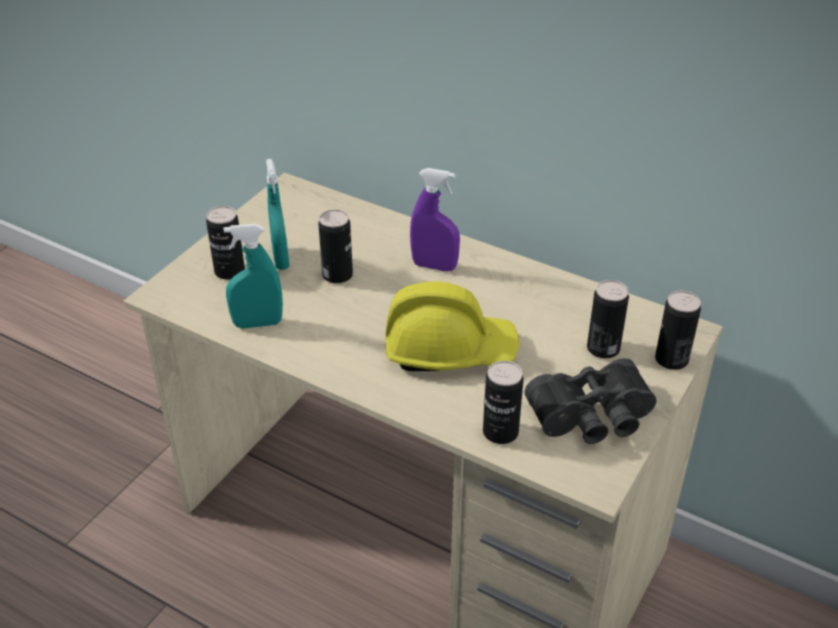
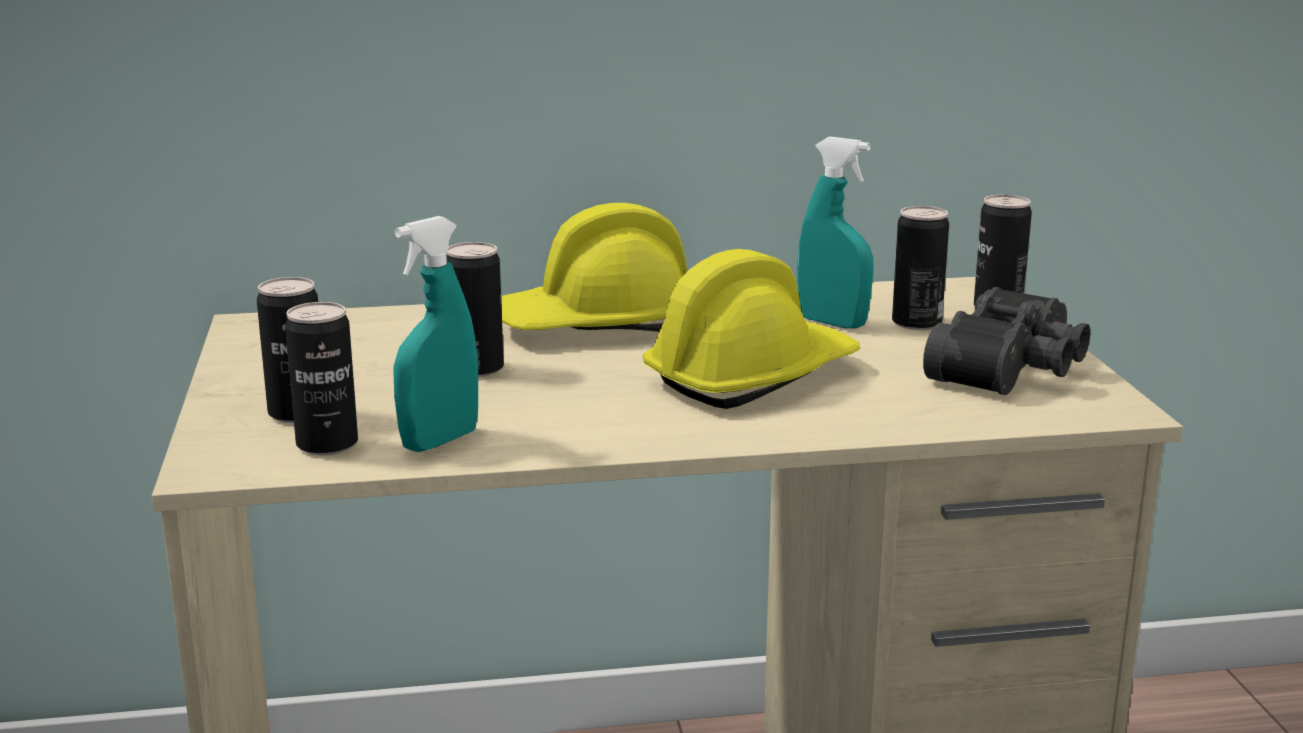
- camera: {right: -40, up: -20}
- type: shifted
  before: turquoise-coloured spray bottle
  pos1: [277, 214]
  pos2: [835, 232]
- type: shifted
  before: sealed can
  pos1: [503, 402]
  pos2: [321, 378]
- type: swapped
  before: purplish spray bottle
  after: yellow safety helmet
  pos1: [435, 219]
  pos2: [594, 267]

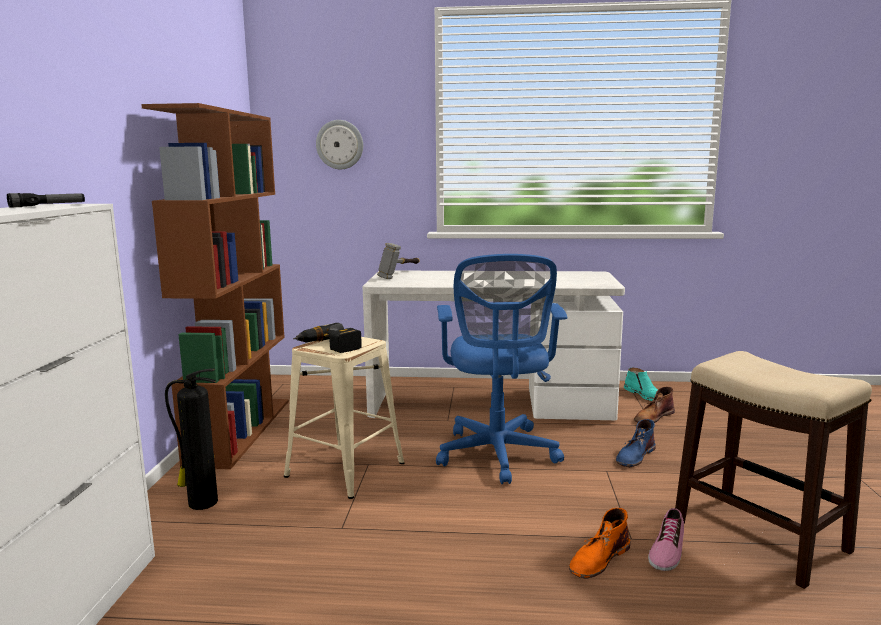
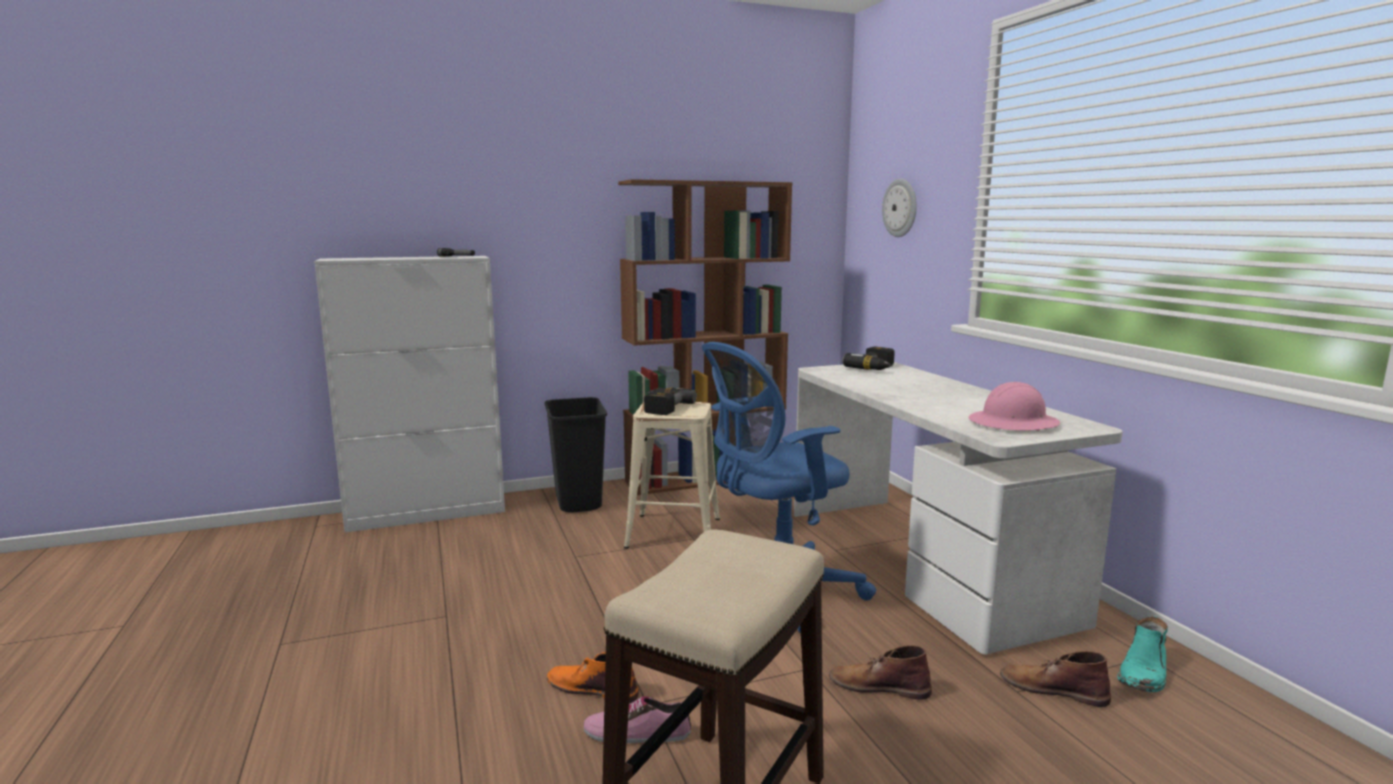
- camera: {right: 65, up: 0}
- type: new
  after: pink safety helmet
  pos2: [1014, 406]
- type: swapped
  before: fire extinguisher
  after: blackish rubbish bin
  pos1: [191, 439]
  pos2: [576, 455]
- type: swapped
  before: hammer
  after: power drill
  pos1: [398, 261]
  pos2: [868, 358]
- type: repainted
  before: bluish tall boot
  after: brown-coloured tall boot
  pos1: [636, 443]
  pos2: [880, 672]

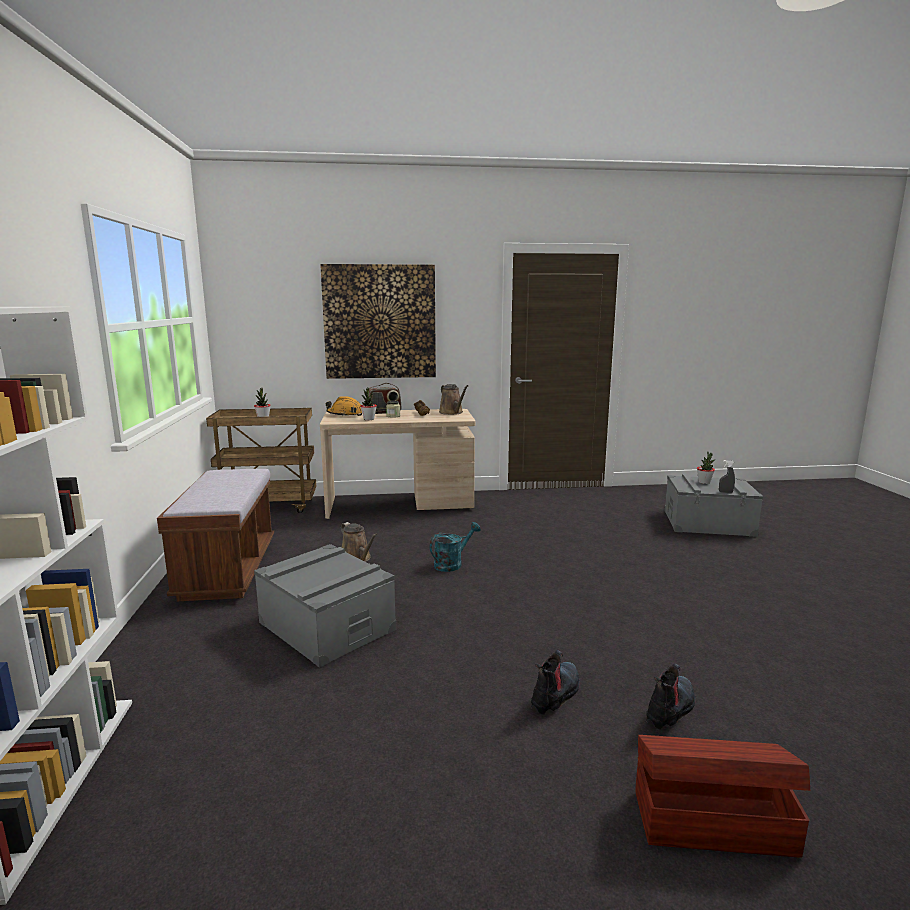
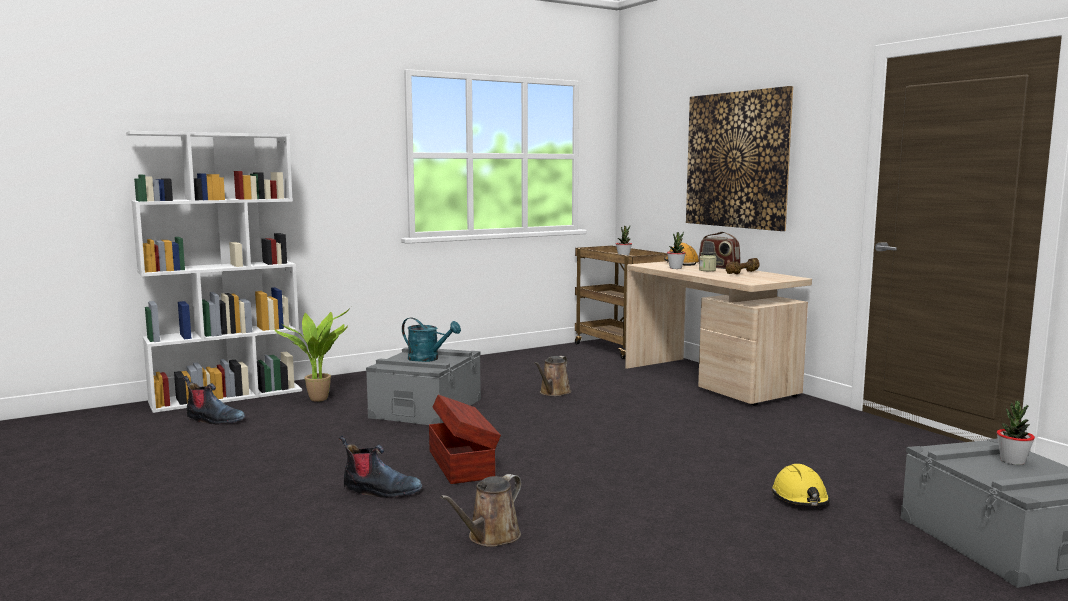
- camera: {right: 65, up: -5}
- type: gone
  before: brown-coloured bench
  pos1: [215, 535]
- type: gone
  before: grey spray bottle
  pos1: [727, 476]
- type: new
  after: houseplant
  pos2: [312, 354]
- type: new
  after: yellow safety helmet
  pos2: [801, 485]
- type: shifted
  before: turquoise-coloured watering pot
  pos1: [455, 547]
  pos2: [431, 339]
- type: shifted
  before: brown-coloured watering pot
  pos1: [453, 399]
  pos2: [480, 510]
- type: shifted
  before: brown-coloured storage container
  pos1: [722, 796]
  pos2: [465, 439]
- type: shifted
  before: tall boot
  pos1: [671, 696]
  pos2: [214, 400]

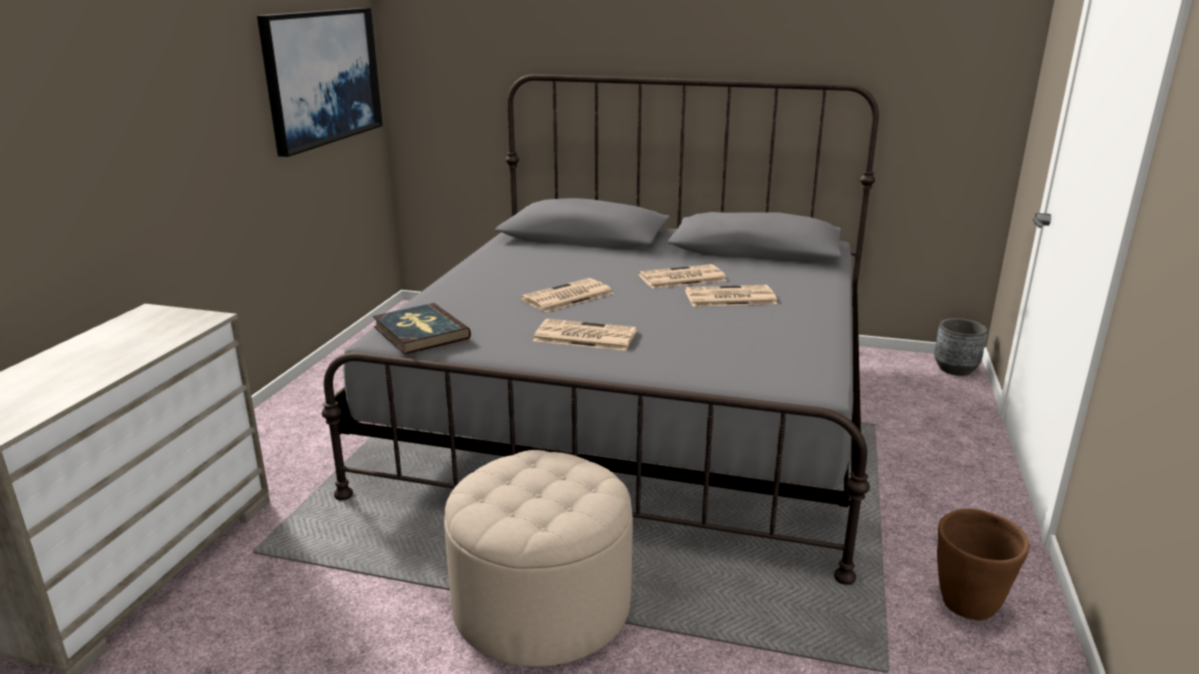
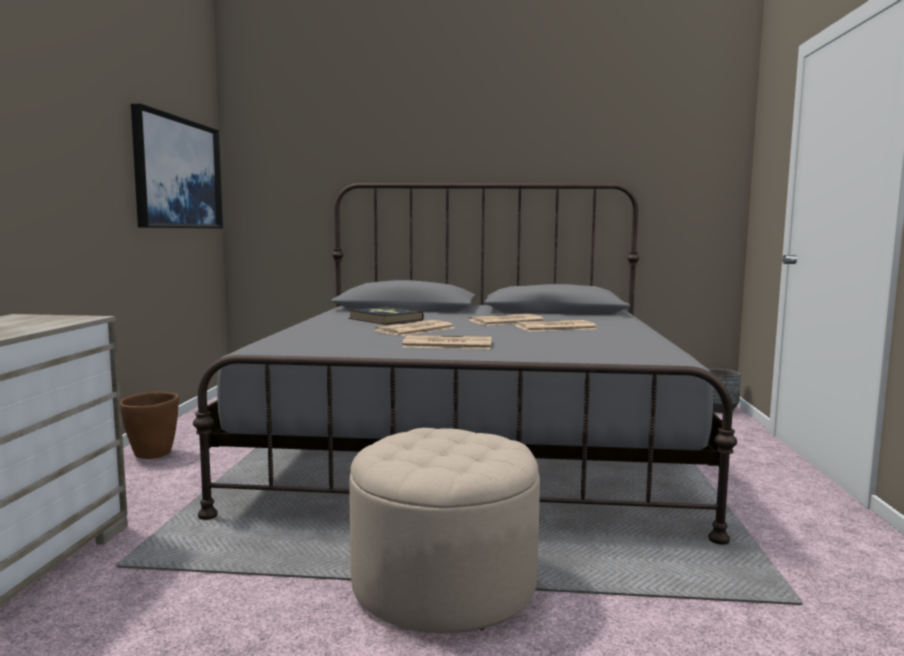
- camera: {right: -10, up: -15}
- type: shifted
  before: bound book
  pos1: [422, 329]
  pos2: [386, 316]
- type: shifted
  before: brown-coloured planter
  pos1: [983, 565]
  pos2: [149, 425]

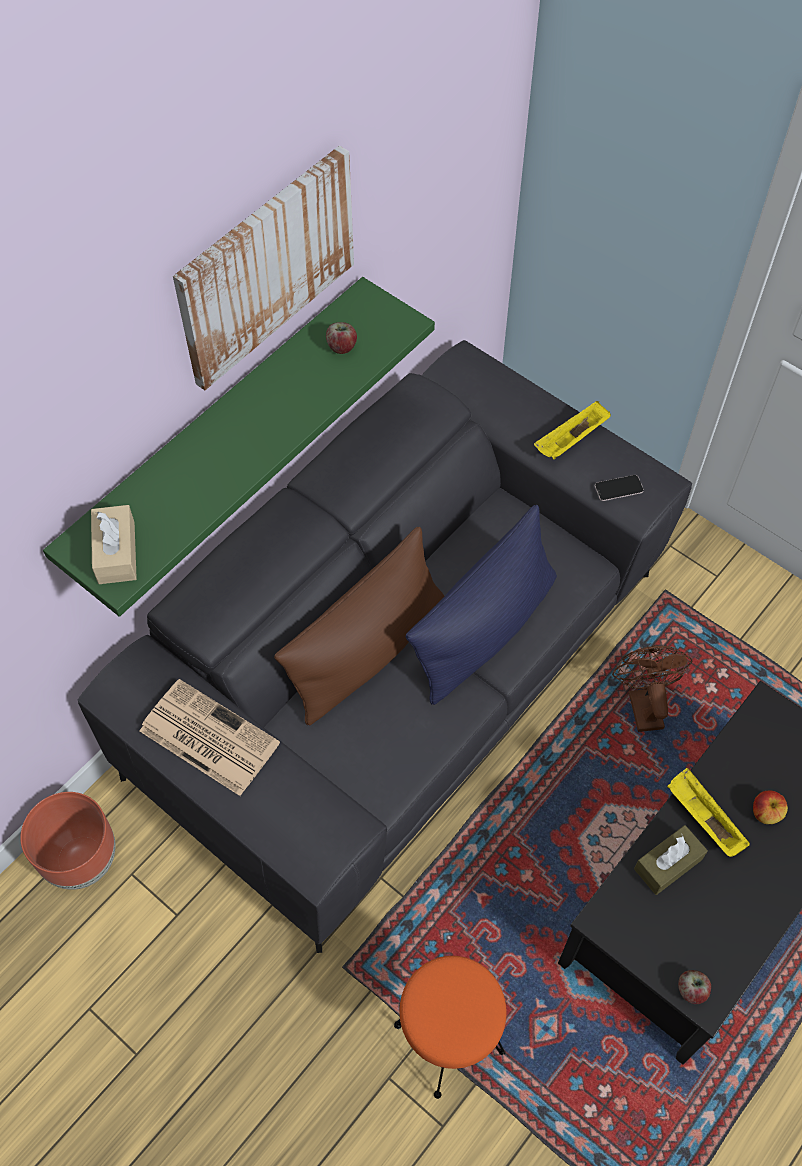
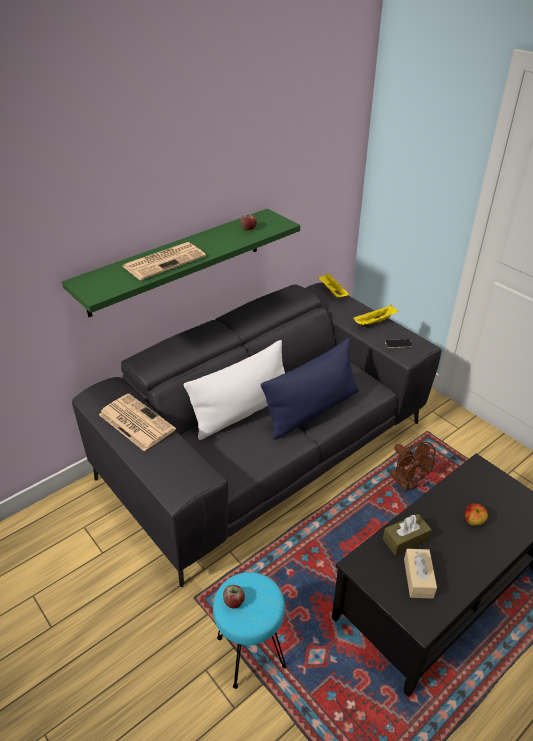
- camera: {right: 10, up: -20}
- type: gone
  before: brown-coloured planter
  pos1: [67, 841]
- type: gone
  before: wall picture
  pos1: [263, 268]
- type: new
  after: printed paper
  pos2: [164, 261]
- type: shifted
  before: sand-coloured tissue holder
  pos1: [114, 544]
  pos2: [420, 574]
- type: shifted
  before: yellow serving tray
  pos1: [708, 812]
  pos2: [334, 285]
- type: shifted
  before: apple fruit
  pos1: [694, 987]
  pos2: [234, 597]
- type: repainted
  before: brown-coloured cushion
  after: white-coloured cushion
  pos1: [359, 626]
  pos2: [234, 390]
- type: repainted
  before: orangey stool seat
  after: turquoise-coloured stool seat
  pos1: [450, 1027]
  pos2: [250, 630]
- type: rotated
  before: brown-coloured cooling fan
  pos1: [652, 688]
  pos2: [412, 467]
  turn: 150

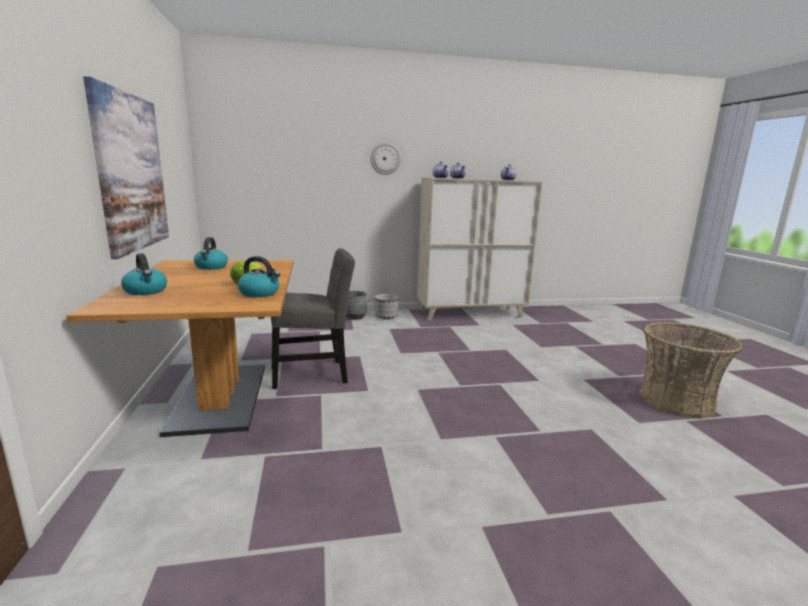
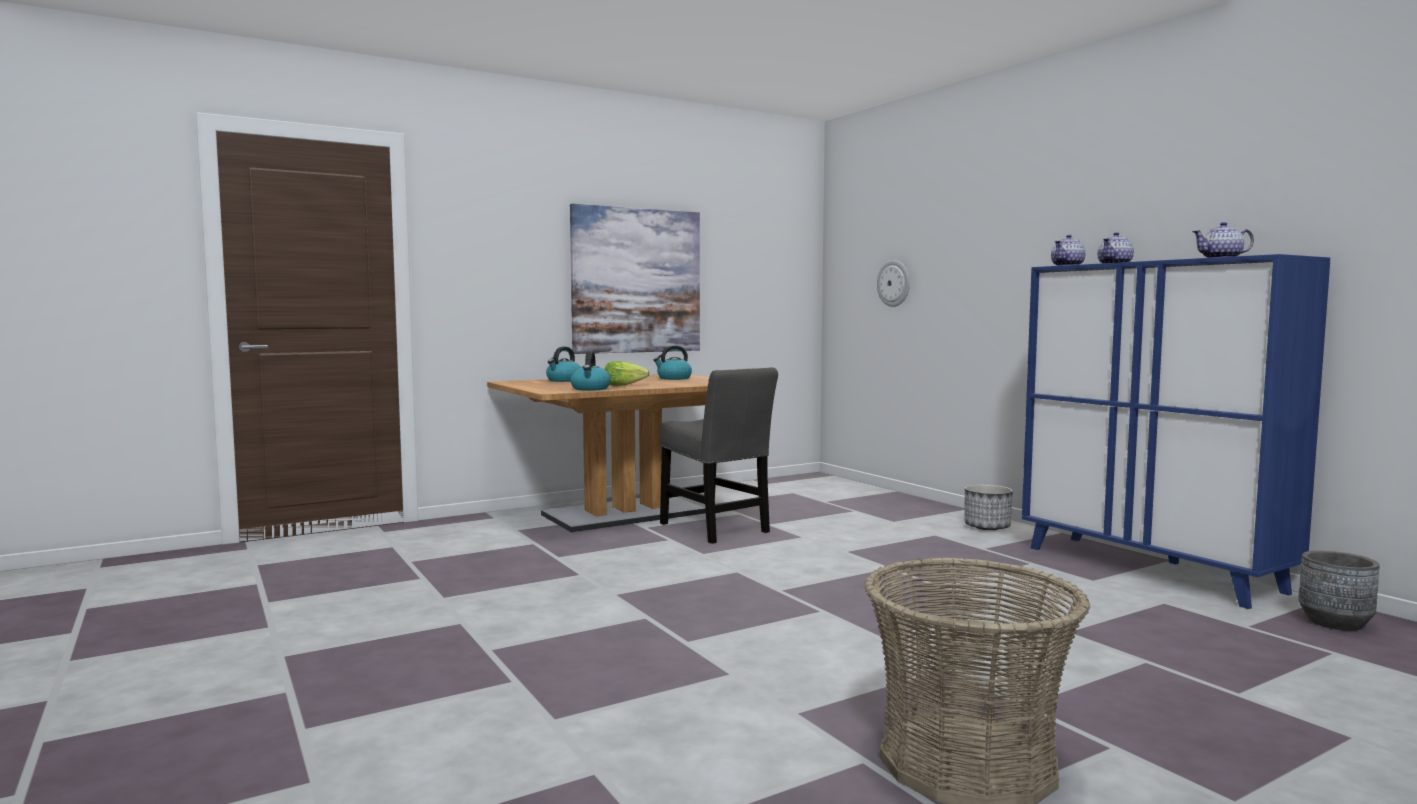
- camera: {right: 70, up: -10}
- type: shifted
  before: grey planter
  pos1: [356, 305]
  pos2: [1339, 591]
- type: shifted
  before: clock on the wall
  pos1: [385, 159]
  pos2: [893, 283]
- type: repainted
  before: sand-coloured storage cabinet
  after: bluish storage cabinet
  pos1: [479, 249]
  pos2: [1176, 431]

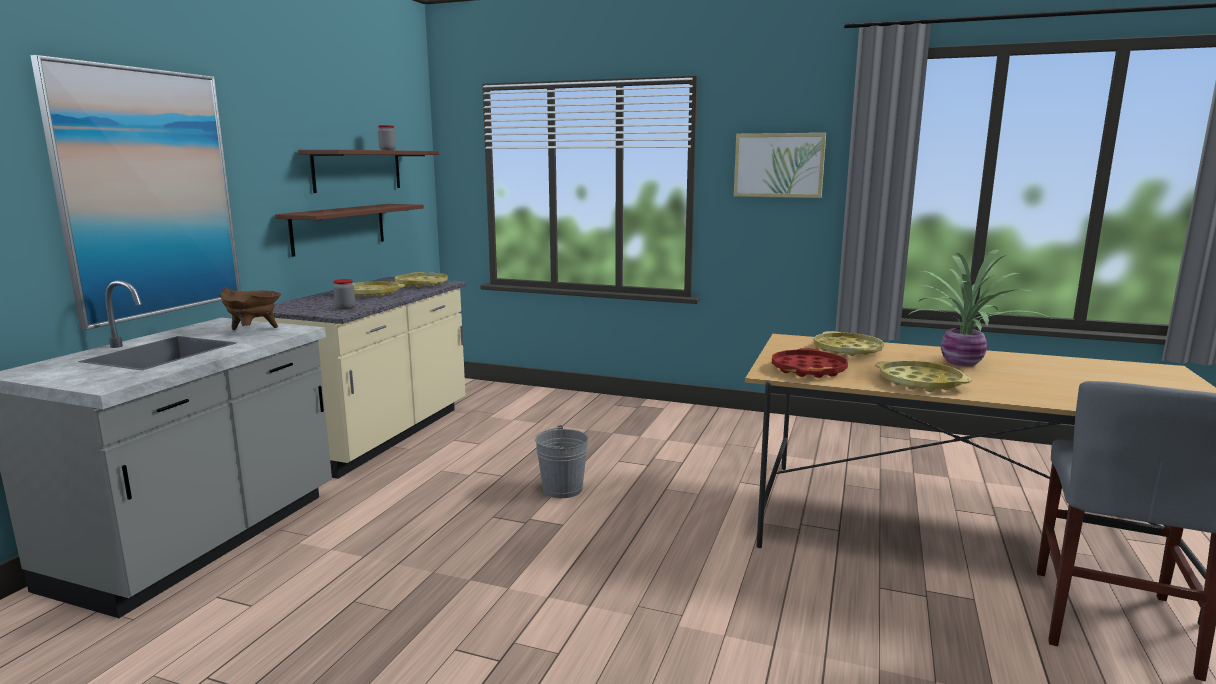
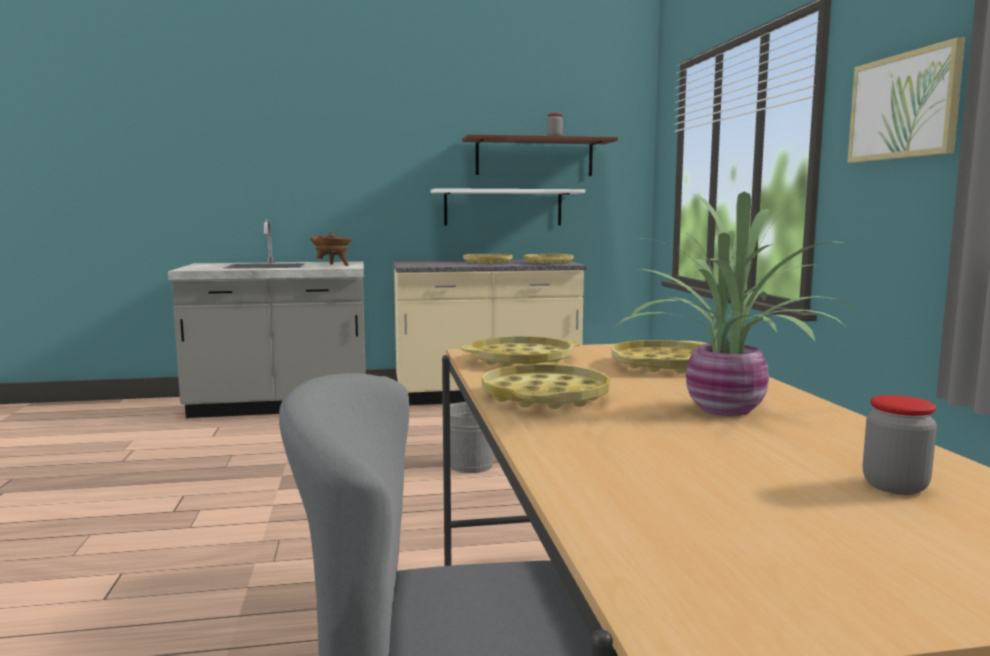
- camera: {right: 60, up: -5}
- type: gone
  before: wall picture
  pos1: [135, 192]
- type: shifted
  before: preserve jar
  pos1: [344, 294]
  pos2: [900, 445]
- type: repainted
  before: brown-coloured shelf
  after: white-coloured shelf
  pos1: [349, 230]
  pos2: [508, 207]
- type: repainted
  before: reddish serving tray
  after: yellow serving tray
  pos1: [810, 363]
  pos2: [520, 351]

